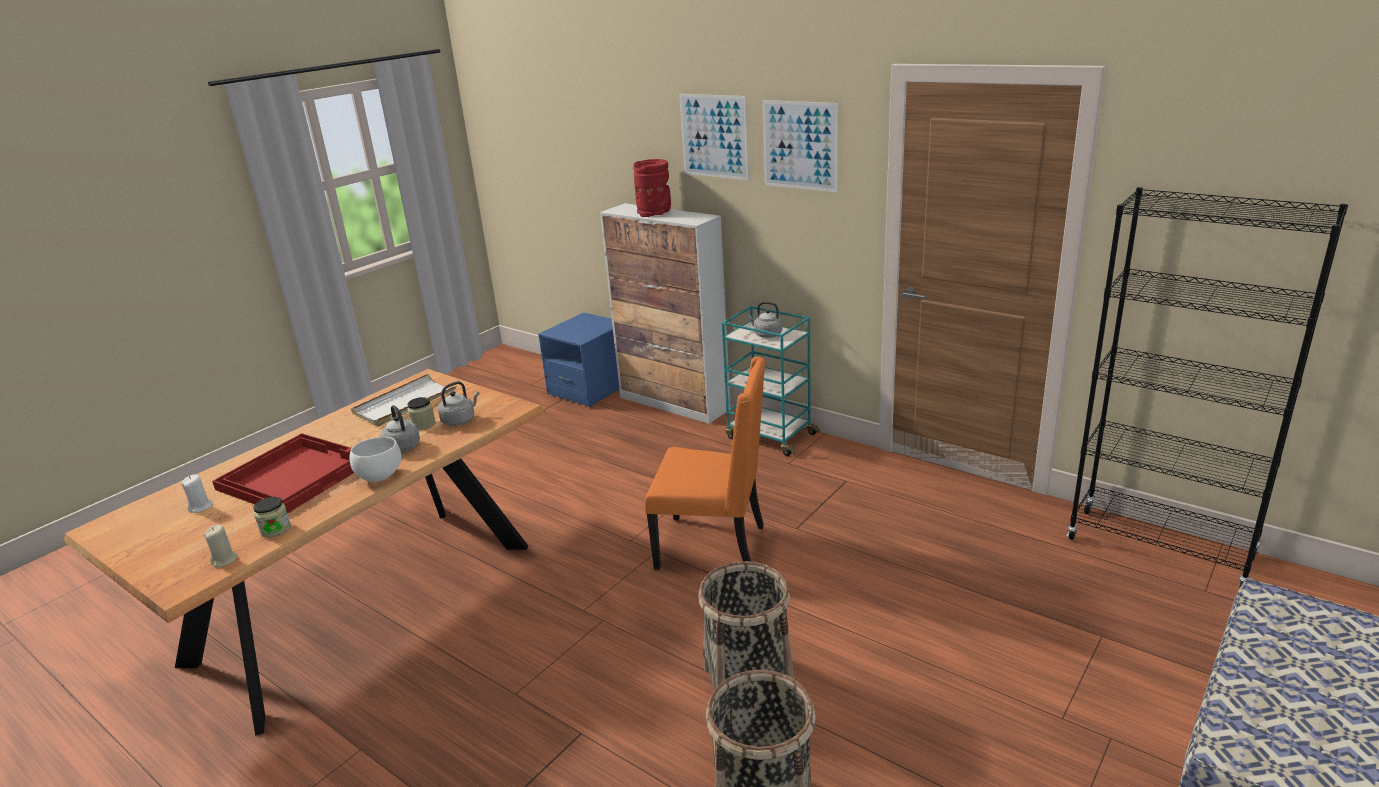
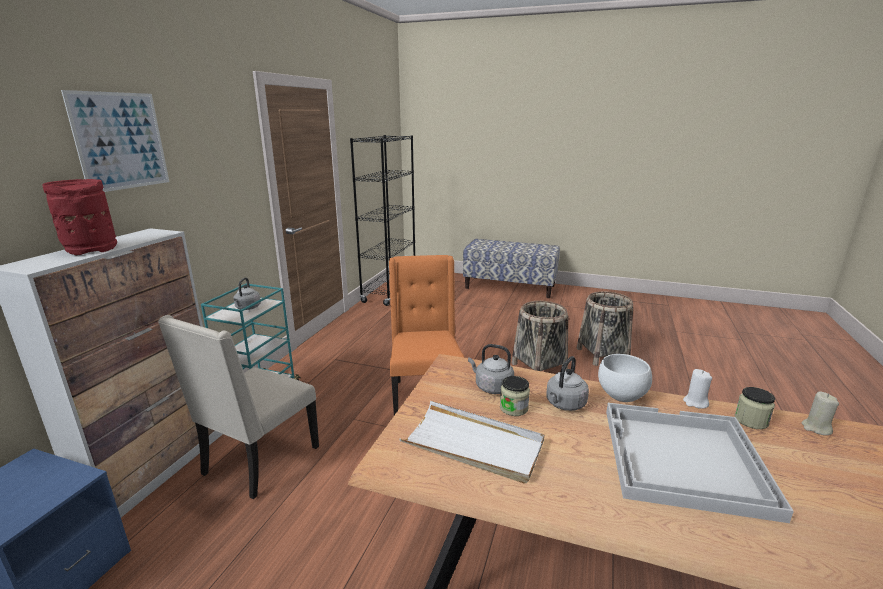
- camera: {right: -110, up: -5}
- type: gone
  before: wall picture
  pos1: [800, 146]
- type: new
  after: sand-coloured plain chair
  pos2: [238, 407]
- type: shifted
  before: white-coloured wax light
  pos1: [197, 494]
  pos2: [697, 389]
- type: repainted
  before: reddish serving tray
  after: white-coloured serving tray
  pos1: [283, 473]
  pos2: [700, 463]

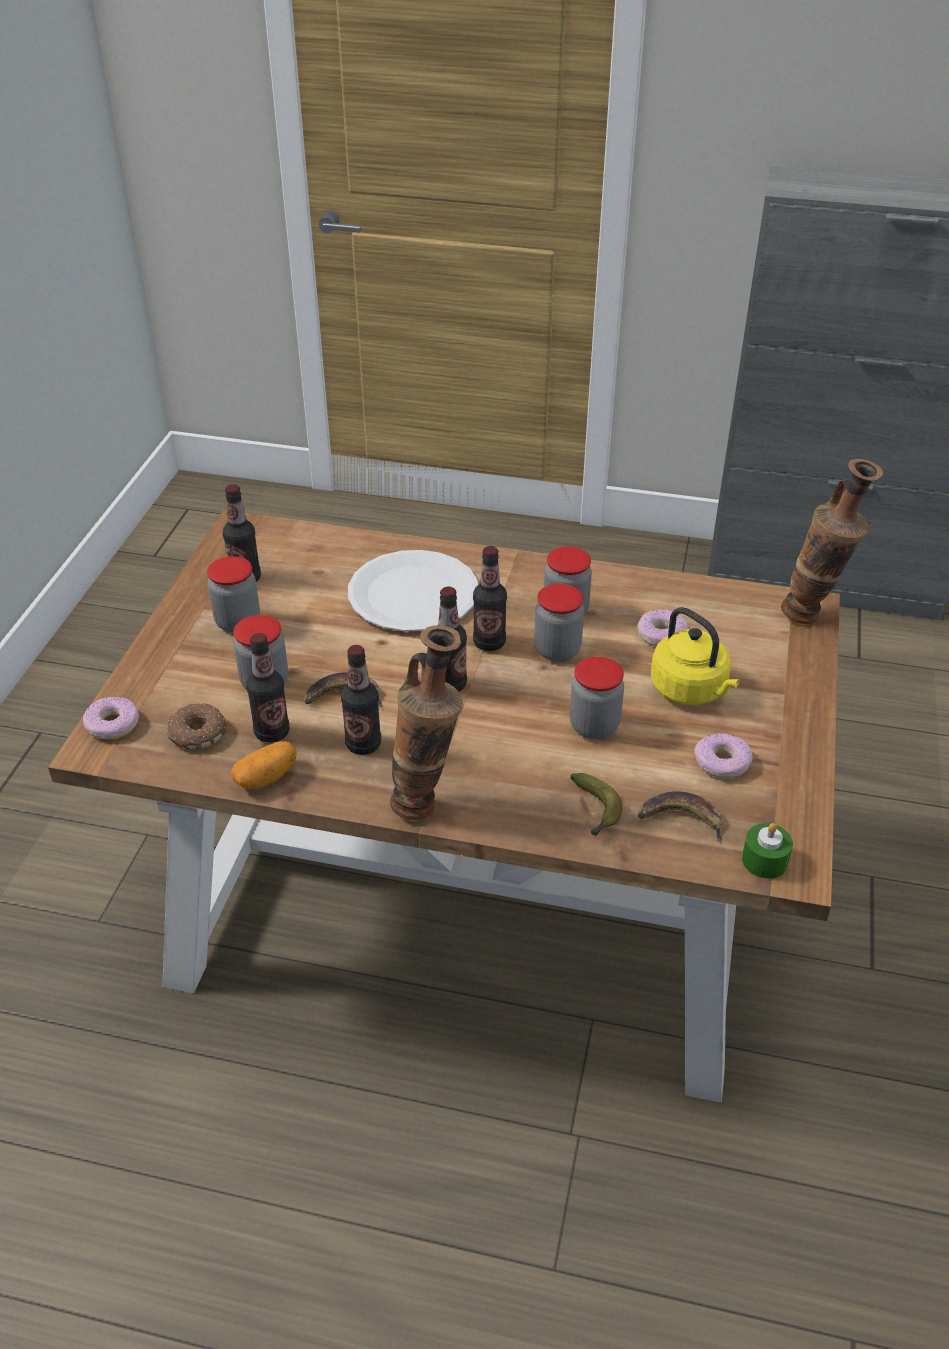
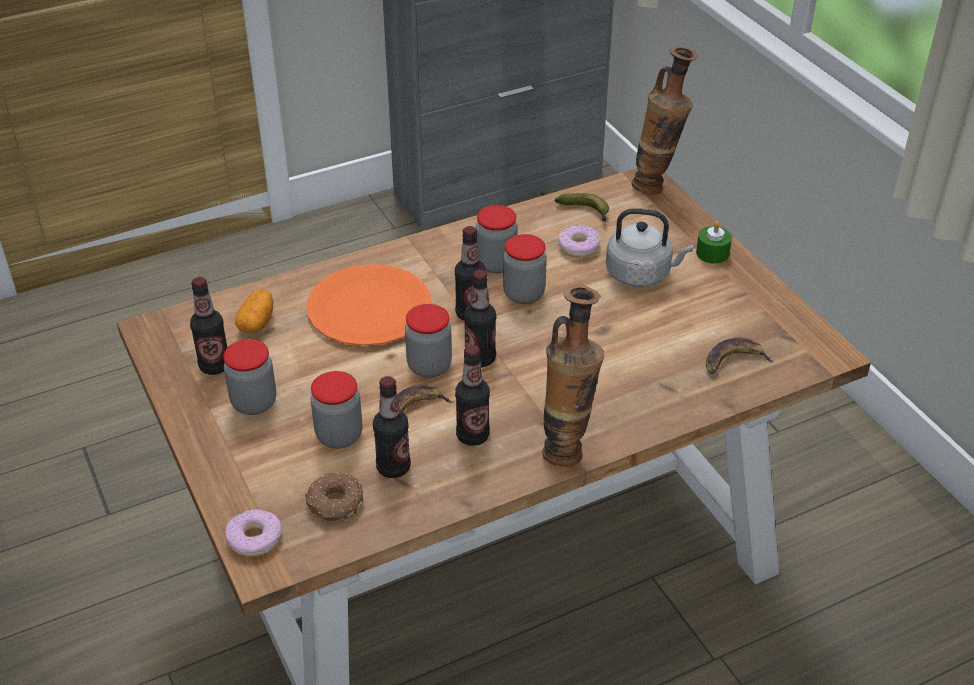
- camera: {right: -40, up: 0}
- type: gone
  before: ring doughnut
  pos1: [723, 756]
- type: shifted
  before: whole potato
  pos1: [264, 765]
  pos2: [254, 311]
- type: shifted
  before: preserve jar
  pos1: [597, 698]
  pos2: [428, 341]
- type: shifted
  before: banana
  pos1: [596, 805]
  pos2: [582, 207]
- type: shifted
  before: green wax light
  pos1: [767, 851]
  pos2: [714, 242]
- type: repainted
  before: white-coloured dinner plate
  after: orangey dinner plate
  pos1: [413, 591]
  pos2: [369, 305]
- type: repainted
  before: yellow tea kettle
  after: grey tea kettle
  pos1: [695, 656]
  pos2: [649, 247]

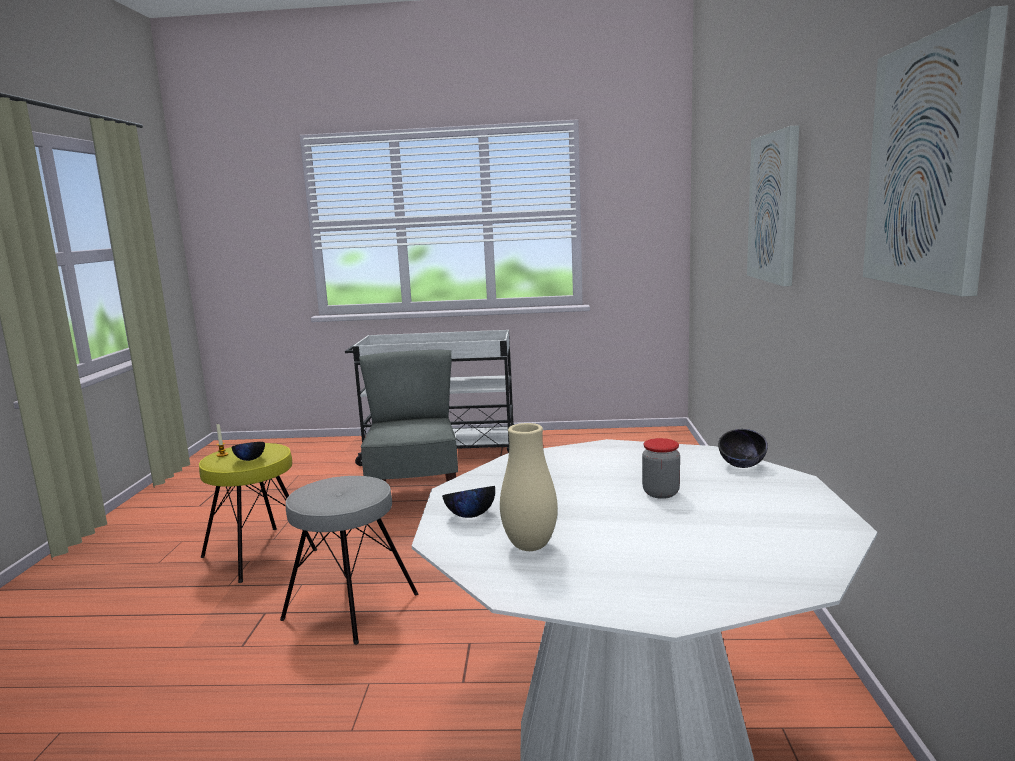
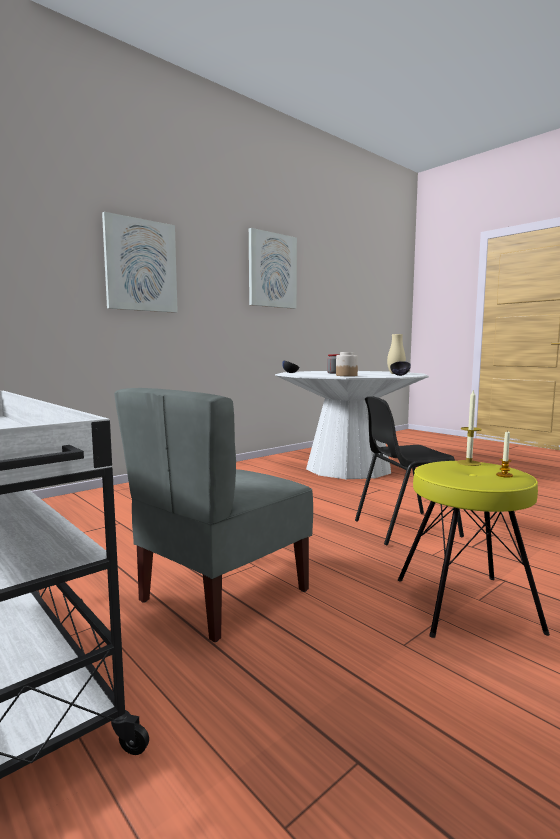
- camera: {right: -135, up: -5}
- type: new
  after: preserve jar
  pos2: [347, 364]
- type: swapped
  before: blackish deep dish
  after: wax light
  pos1: [248, 451]
  pos2: [469, 427]
- type: swapped
  before: grey stool seat
  after: blackish plain chair
  pos1: [349, 560]
  pos2: [409, 470]

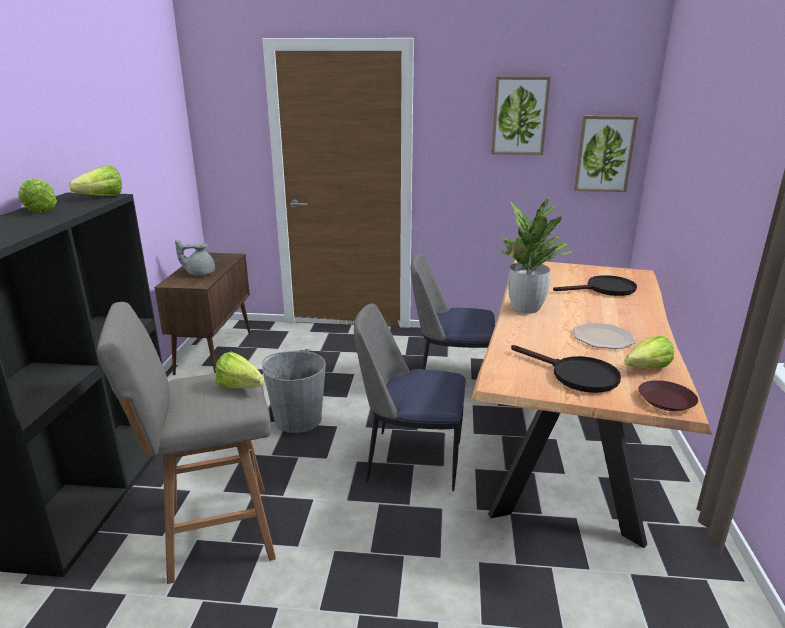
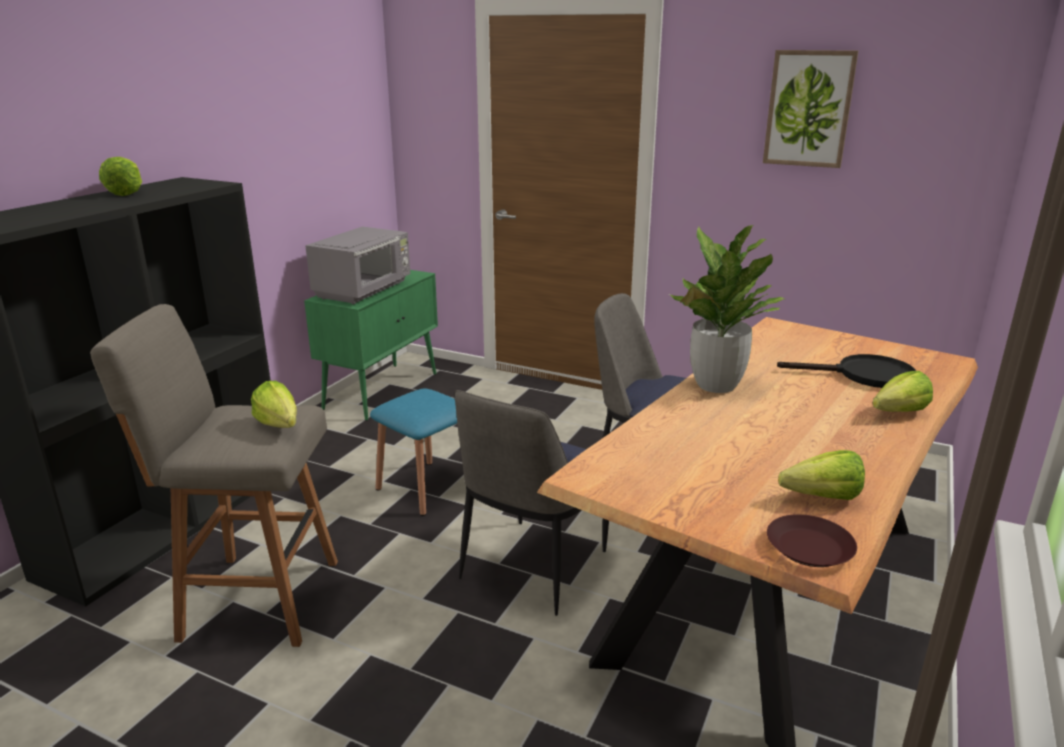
- camera: {right: 20, up: 0}
- type: gone
  before: blackish skillet
  pos1: [566, 369]
- type: gone
  before: dinner plate
  pos1: [604, 335]
- type: gone
  before: wall picture
  pos1: [606, 154]
- type: shifted
  before: head of lettuce
  pos1: [95, 180]
  pos2: [903, 391]
- type: swapped
  before: grey teapot
  after: grey kitchen microwave
  pos1: [195, 258]
  pos2: [357, 265]
- type: swapped
  before: grey water bucket
  after: bluish stool seat
  pos1: [294, 391]
  pos2: [413, 452]
- type: repainted
  before: brown-coloured storage cabinet
  after: green storage cabinet
  pos1: [202, 314]
  pos2: [371, 345]
- type: rotated
  before: plain chair
  pos1: [410, 397]
  pos2: [532, 503]
  turn: -90

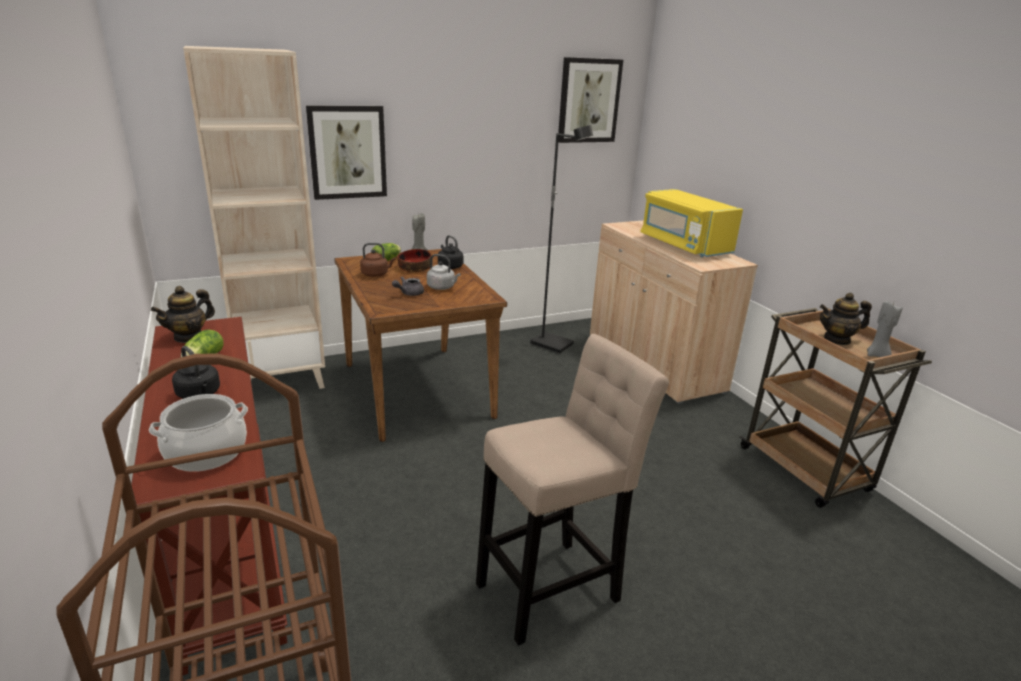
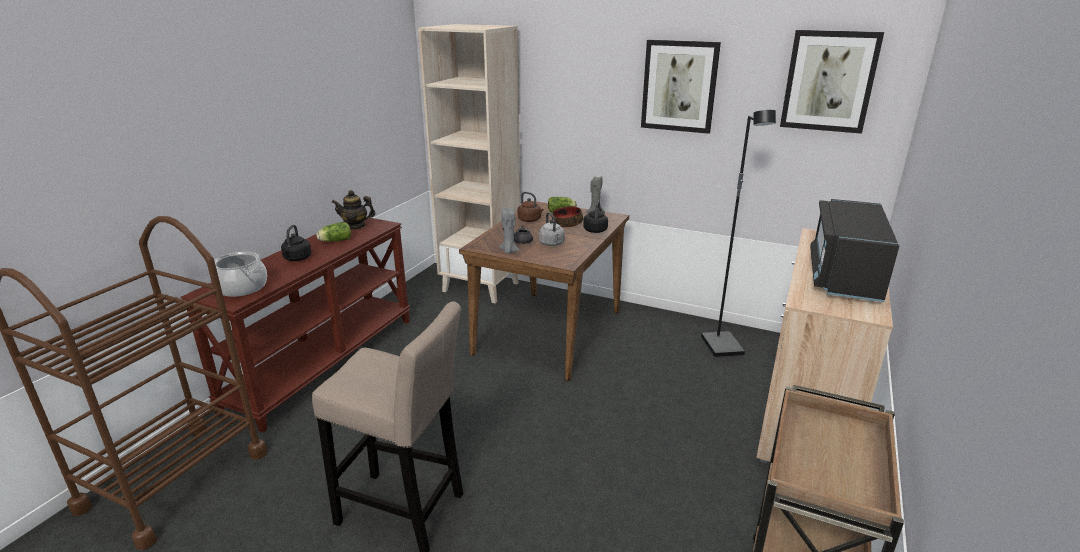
- camera: {right: 50, up: 0}
- type: gone
  before: teapot
  pos1: [846, 319]
- type: shifted
  before: wall picture
  pos1: [346, 152]
  pos2: [681, 87]
- type: shifted
  before: grey wax light
  pos1: [885, 328]
  pos2: [509, 231]
- type: repainted
  before: yellow kitchen microwave
  after: blackish kitchen microwave
  pos1: [691, 223]
  pos2: [854, 250]

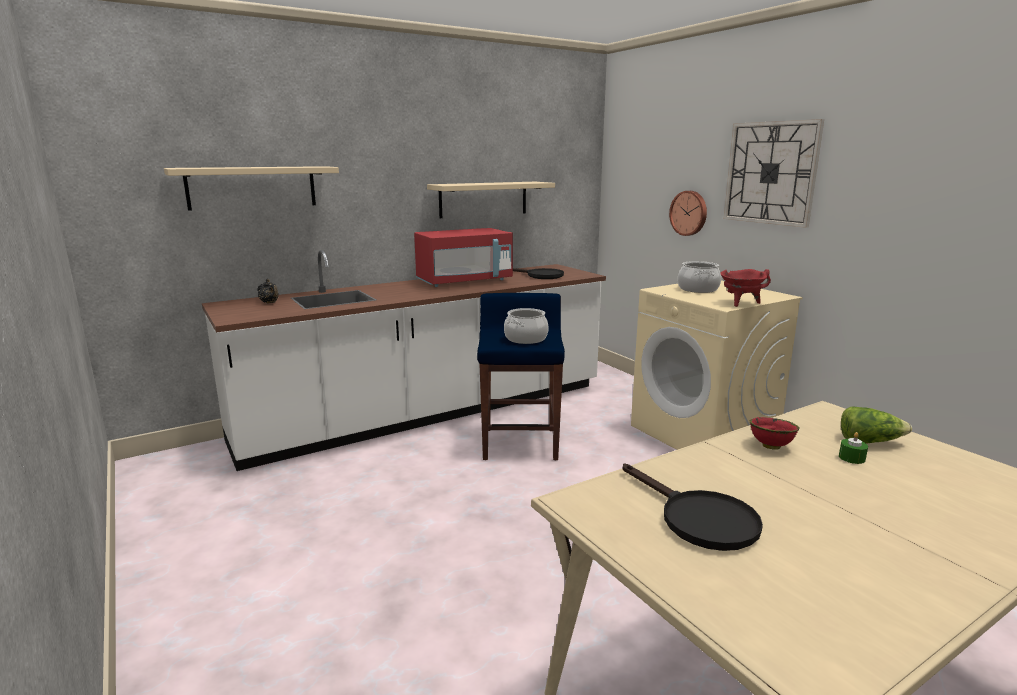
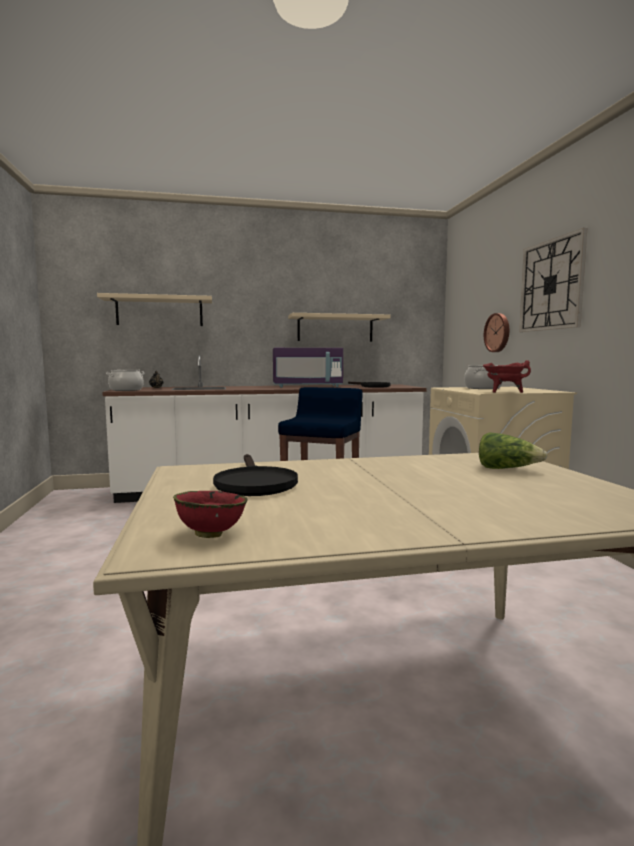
- camera: {right: 20, up: -10}
- type: gone
  before: green wax light
  pos1: [853, 448]
- type: shifted
  before: saucepot
  pos1: [526, 326]
  pos2: [125, 380]
- type: shifted
  before: reddish deep dish
  pos1: [775, 433]
  pos2: [210, 514]
- type: repainted
  before: reddish kitchen microwave
  after: purplish kitchen microwave
  pos1: [463, 257]
  pos2: [308, 367]

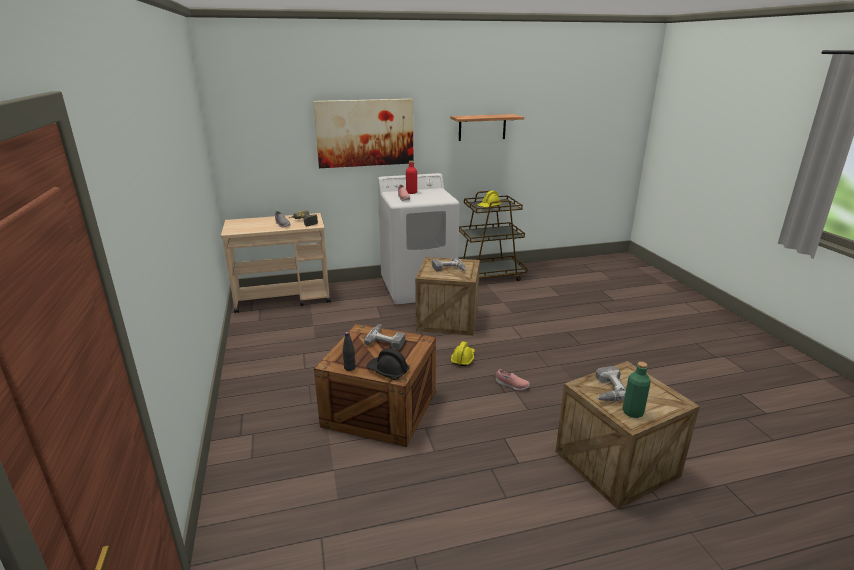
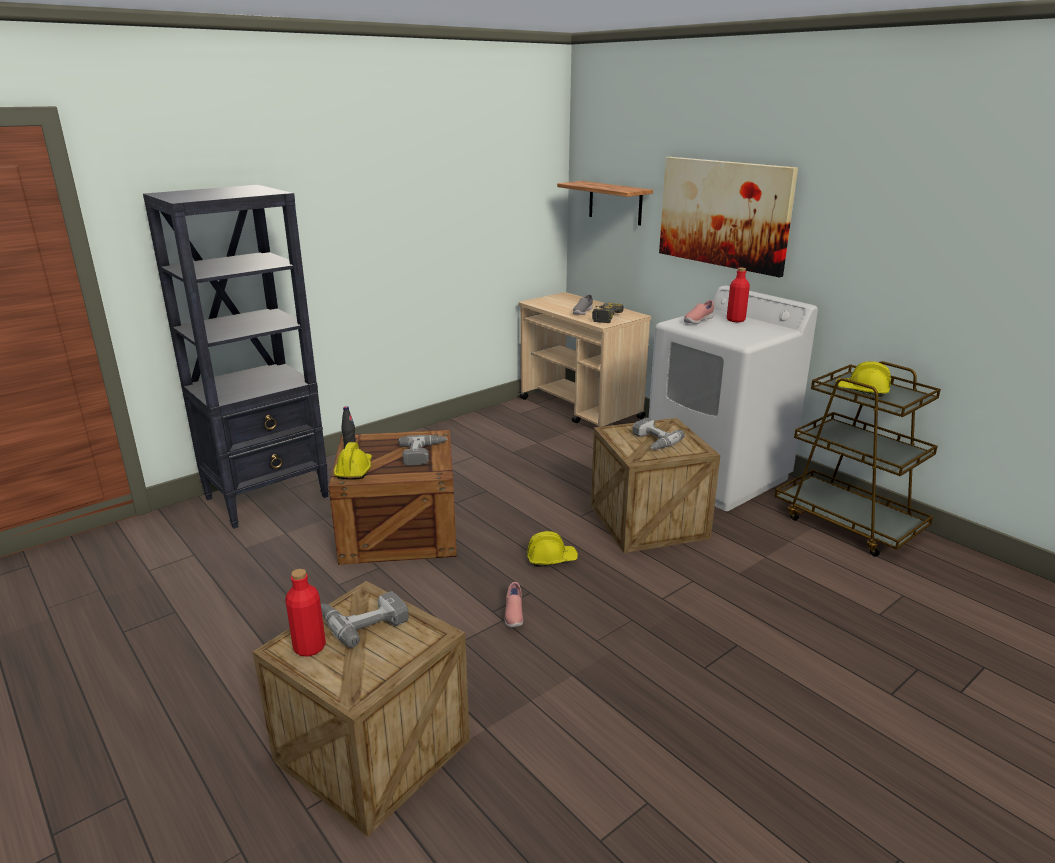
- camera: {right: 65, up: 0}
- type: new
  after: blackish shelving unit
  pos2: [236, 357]
- type: shifted
  before: shelf
  pos1: [487, 127]
  pos2: [605, 203]
- type: repainted
  before: blackish safety helmet
  after: yellow safety helmet
  pos1: [388, 364]
  pos2: [353, 461]
- type: repainted
  before: green beverage bottle
  after: reddish beverage bottle
  pos1: [637, 390]
  pos2: [305, 613]

